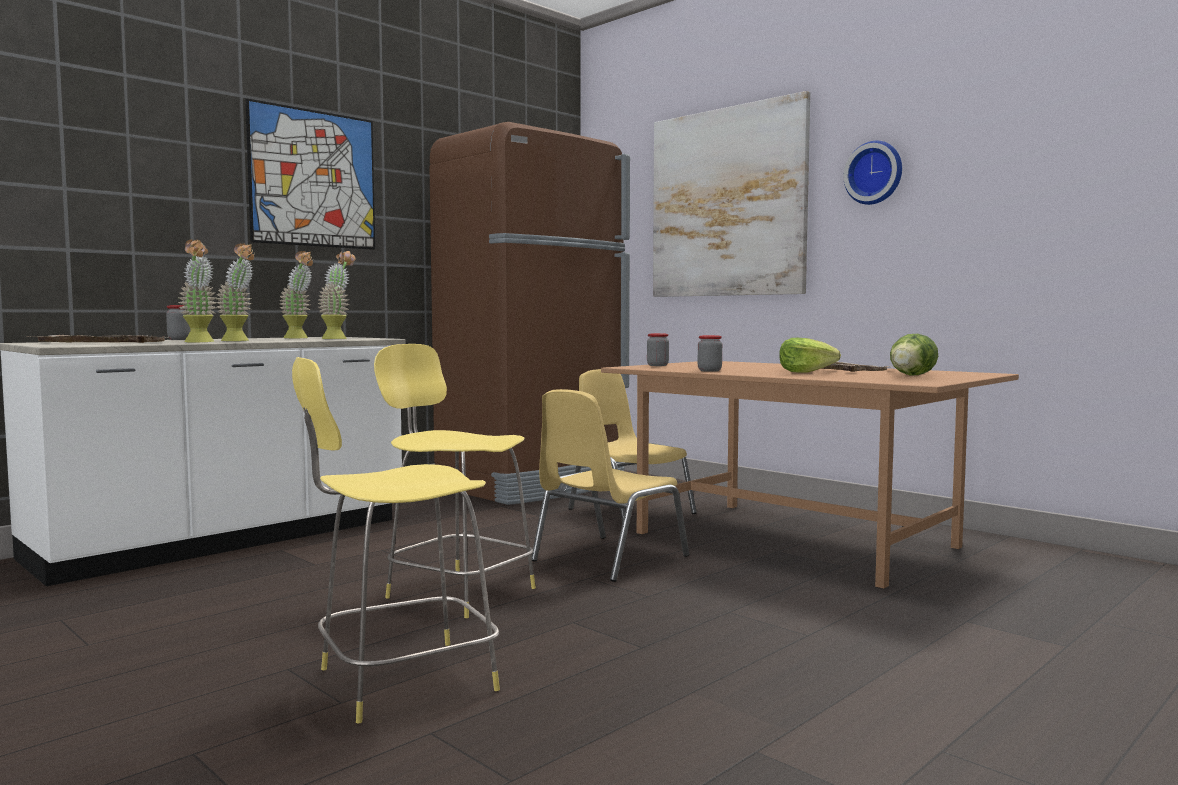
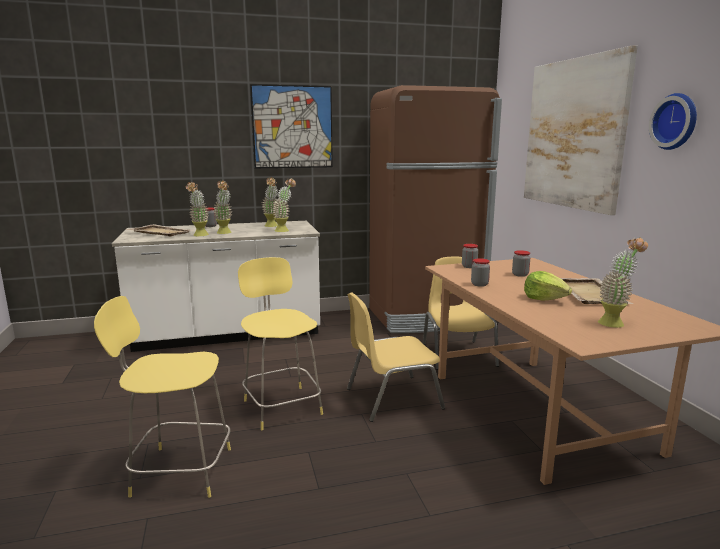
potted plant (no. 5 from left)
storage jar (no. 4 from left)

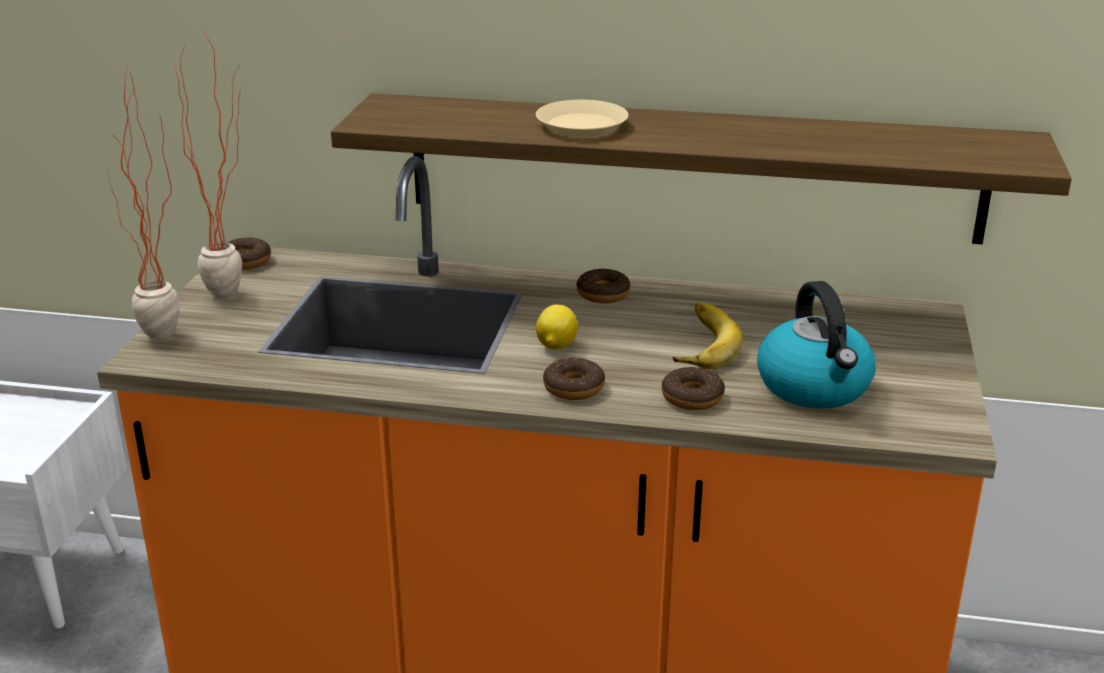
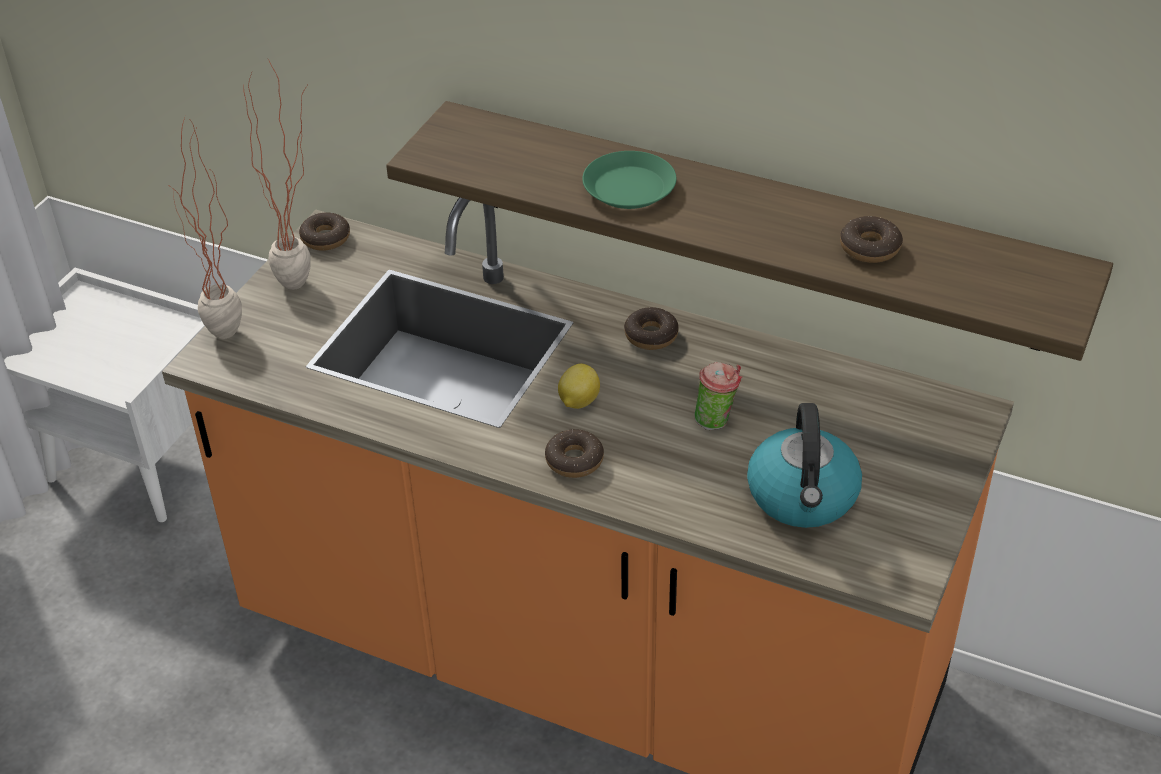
green flat dish
doughnut (no. 4 from left)
cup

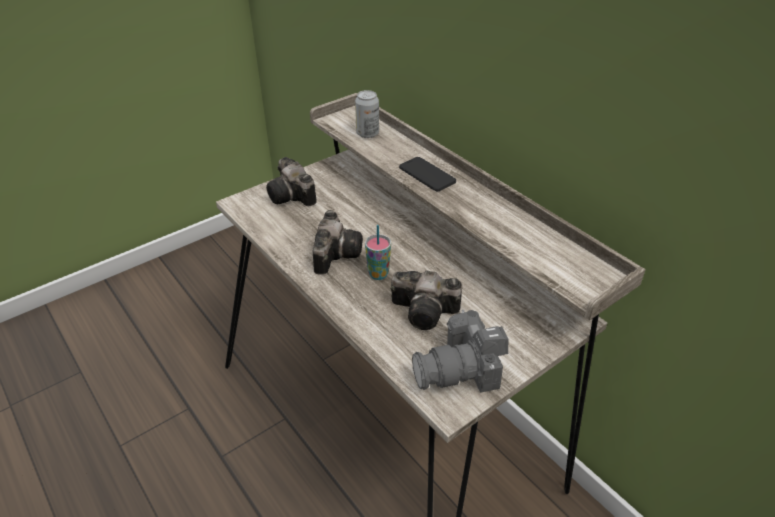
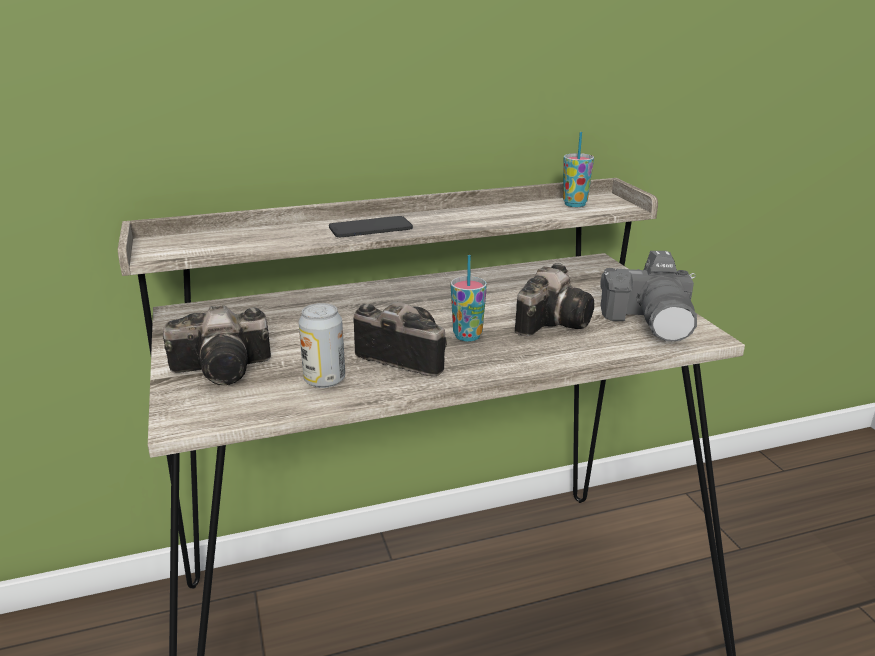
sealed can
cup (no. 2 from left)

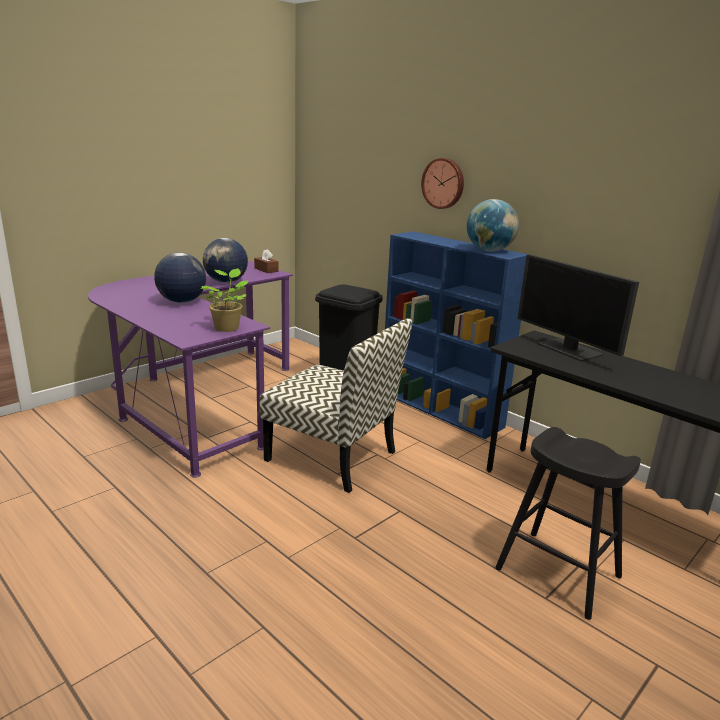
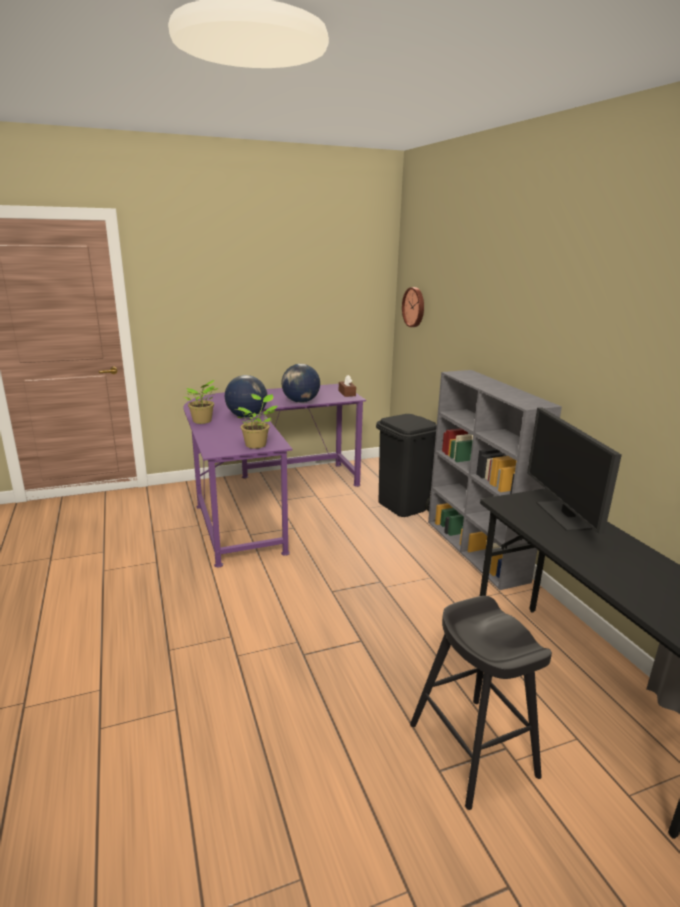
plain chair
grey bookcase
clock on the wall
desk globe (no. 3 from left in the first image)
potted plant (no. 1 from left)

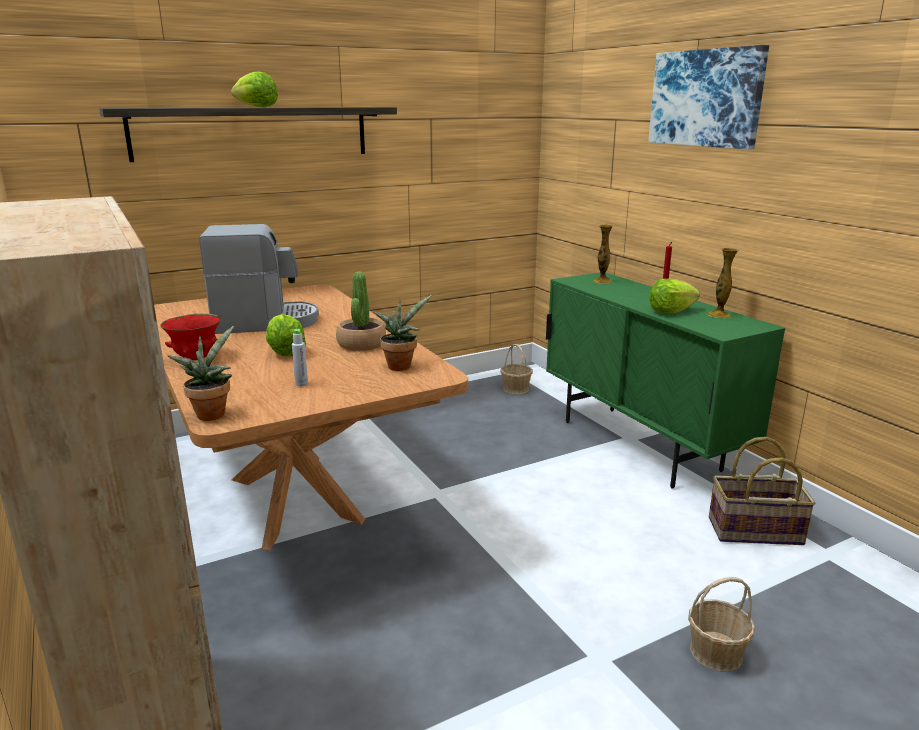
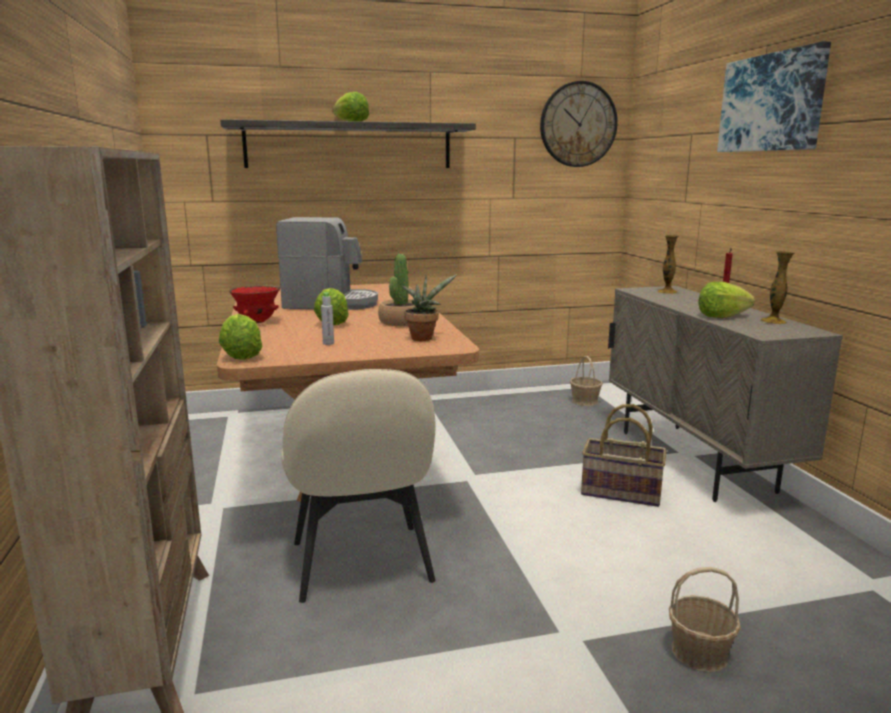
lettuce head (no. 1 from left)
beige-coloured cabinet
storage basket (no. 2 from left)
beige-coloured plain chair
clock on the wall

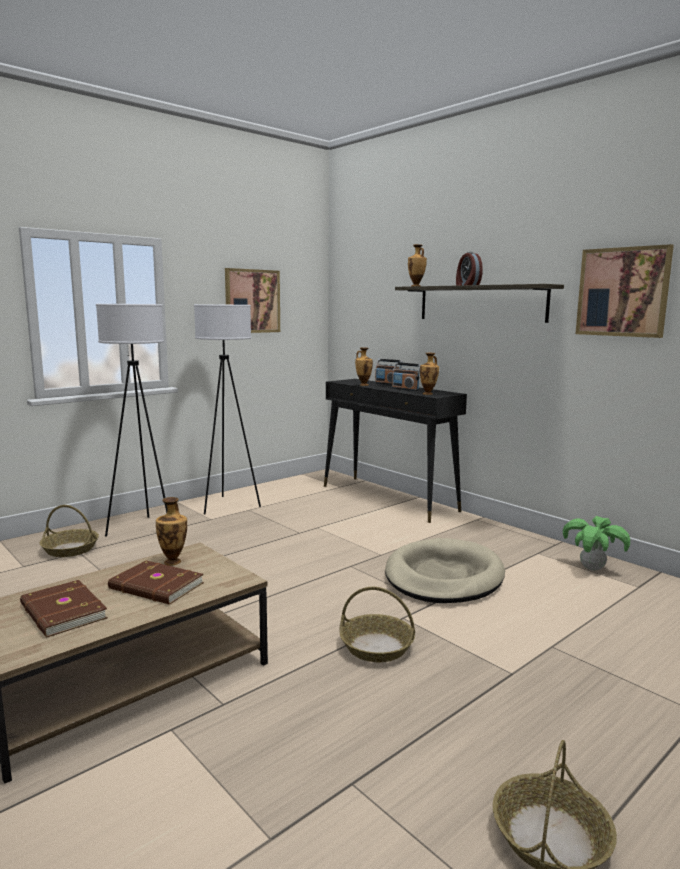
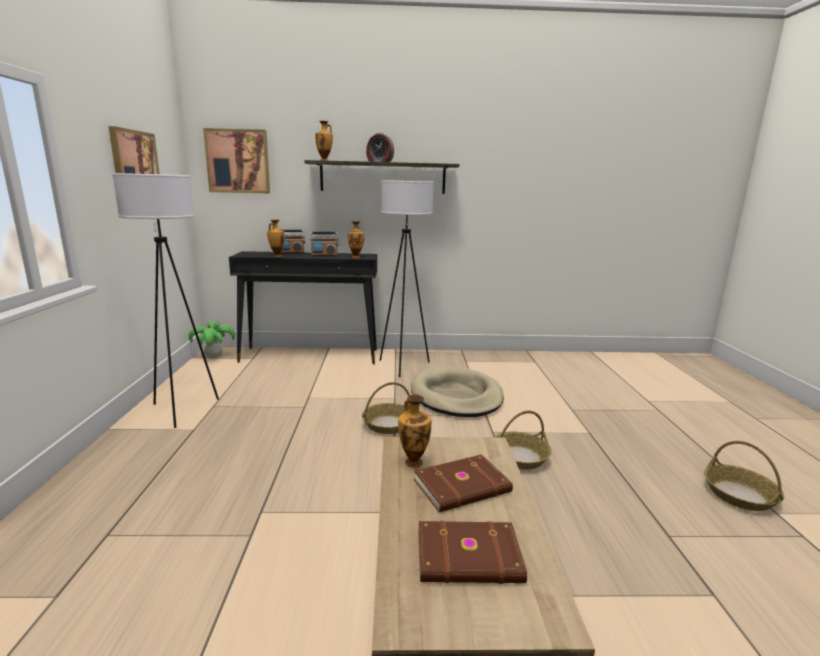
storage basket (no. 1 from left)
white-coloured standard lamp (no. 2 from left)
potted plant
wall picture (no. 2 from left)

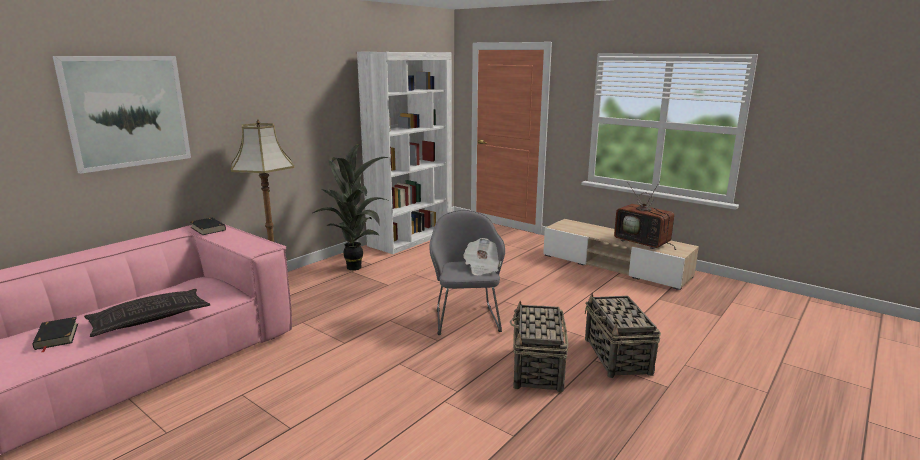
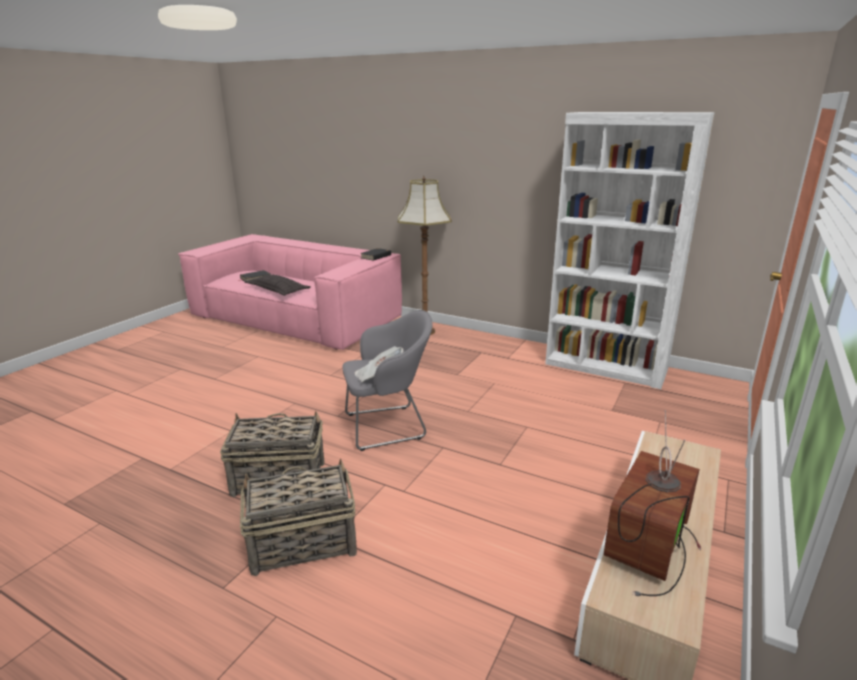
wall picture
potted plant

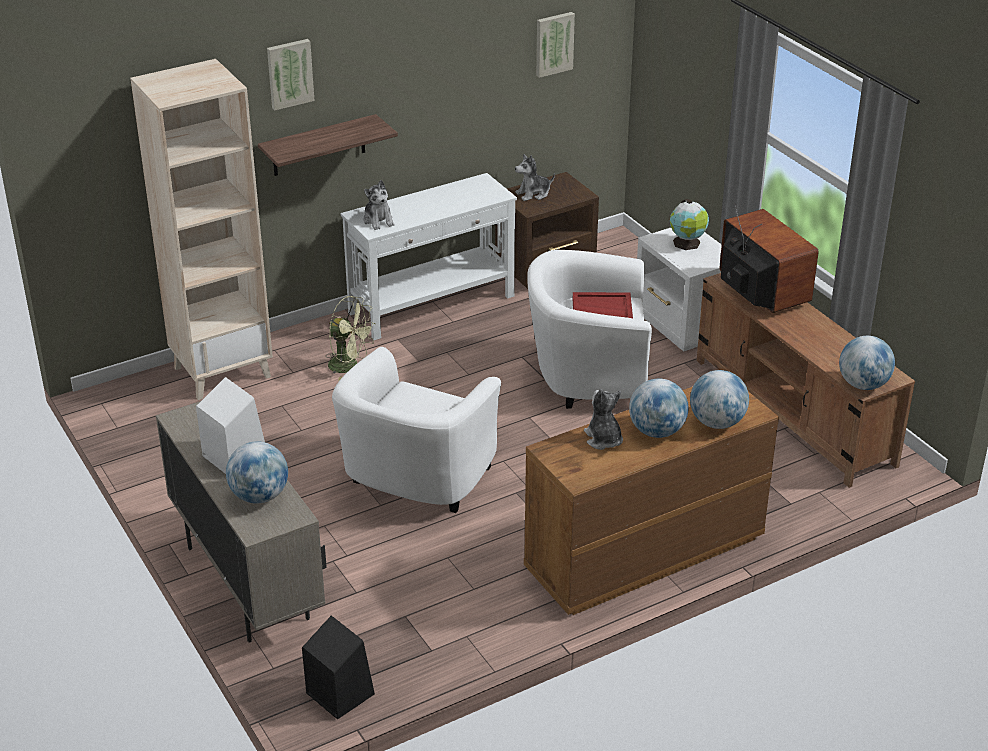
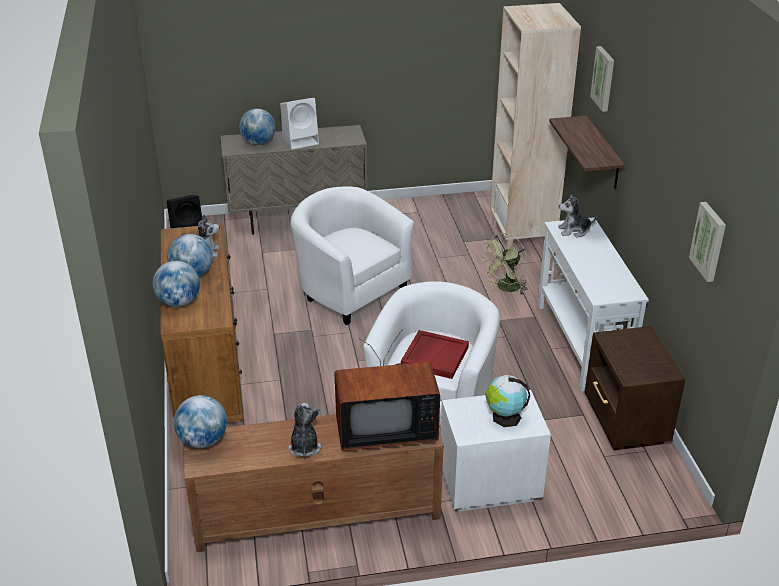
soft toy (no. 2 from left)

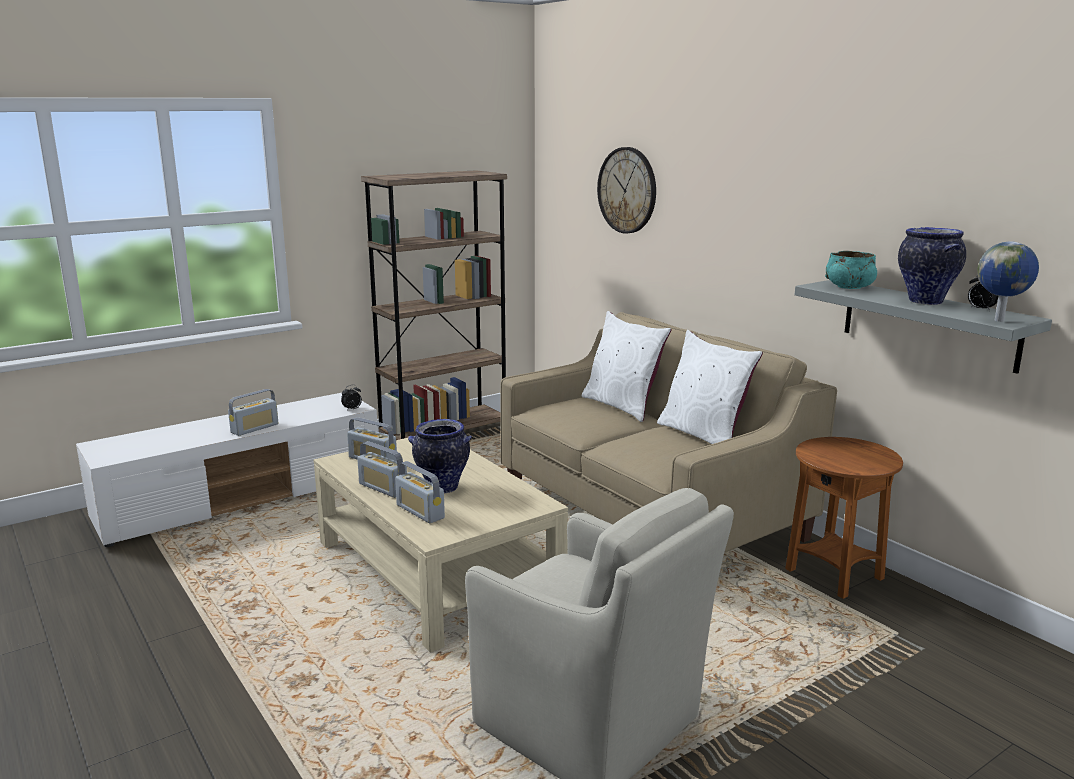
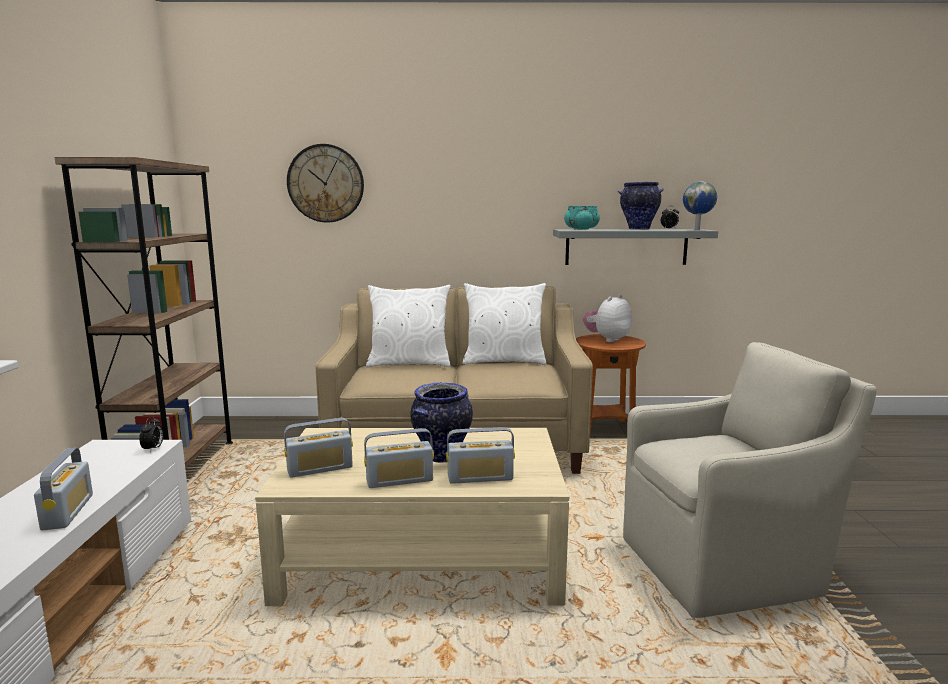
soft toy

